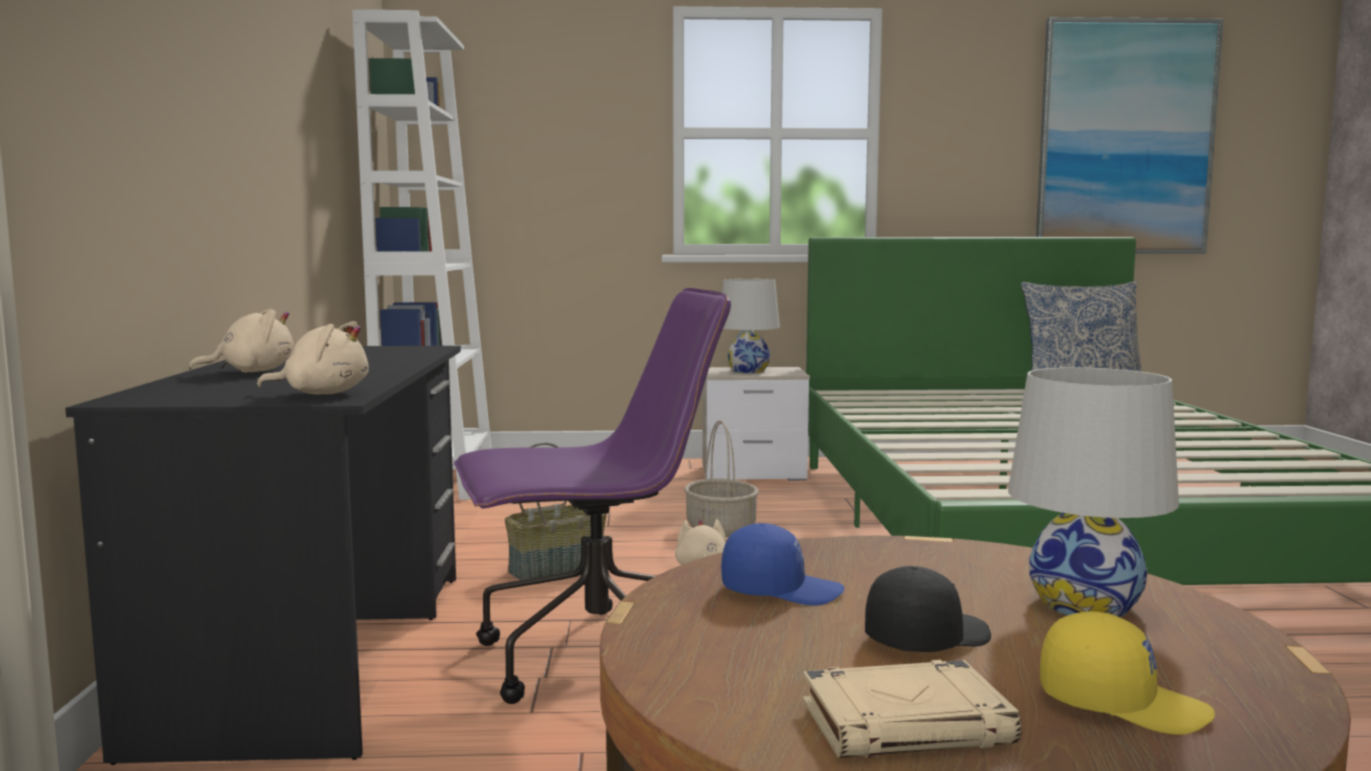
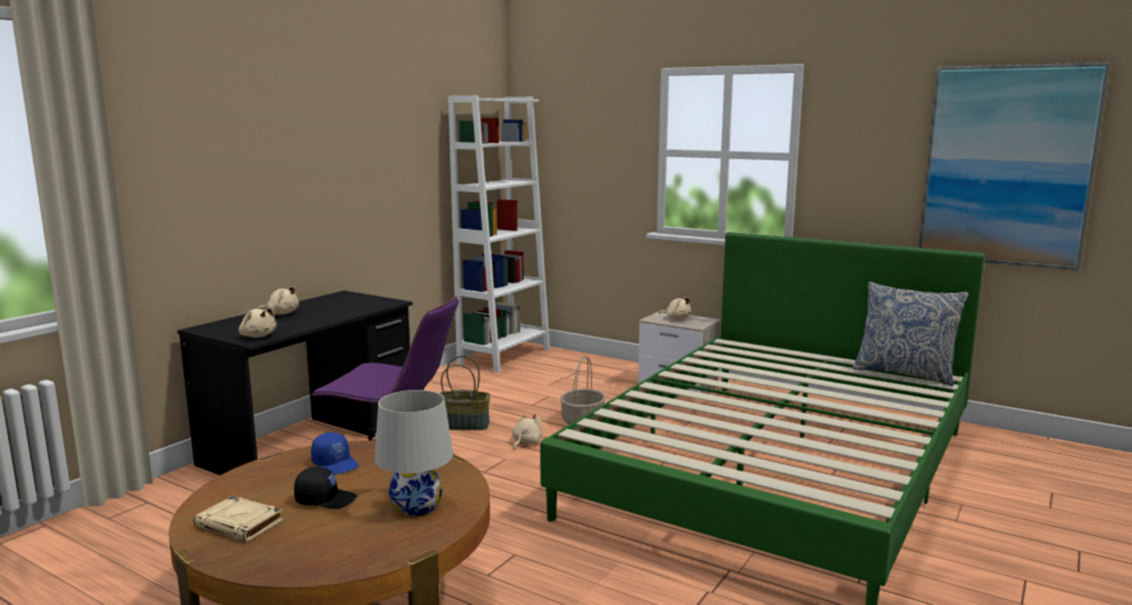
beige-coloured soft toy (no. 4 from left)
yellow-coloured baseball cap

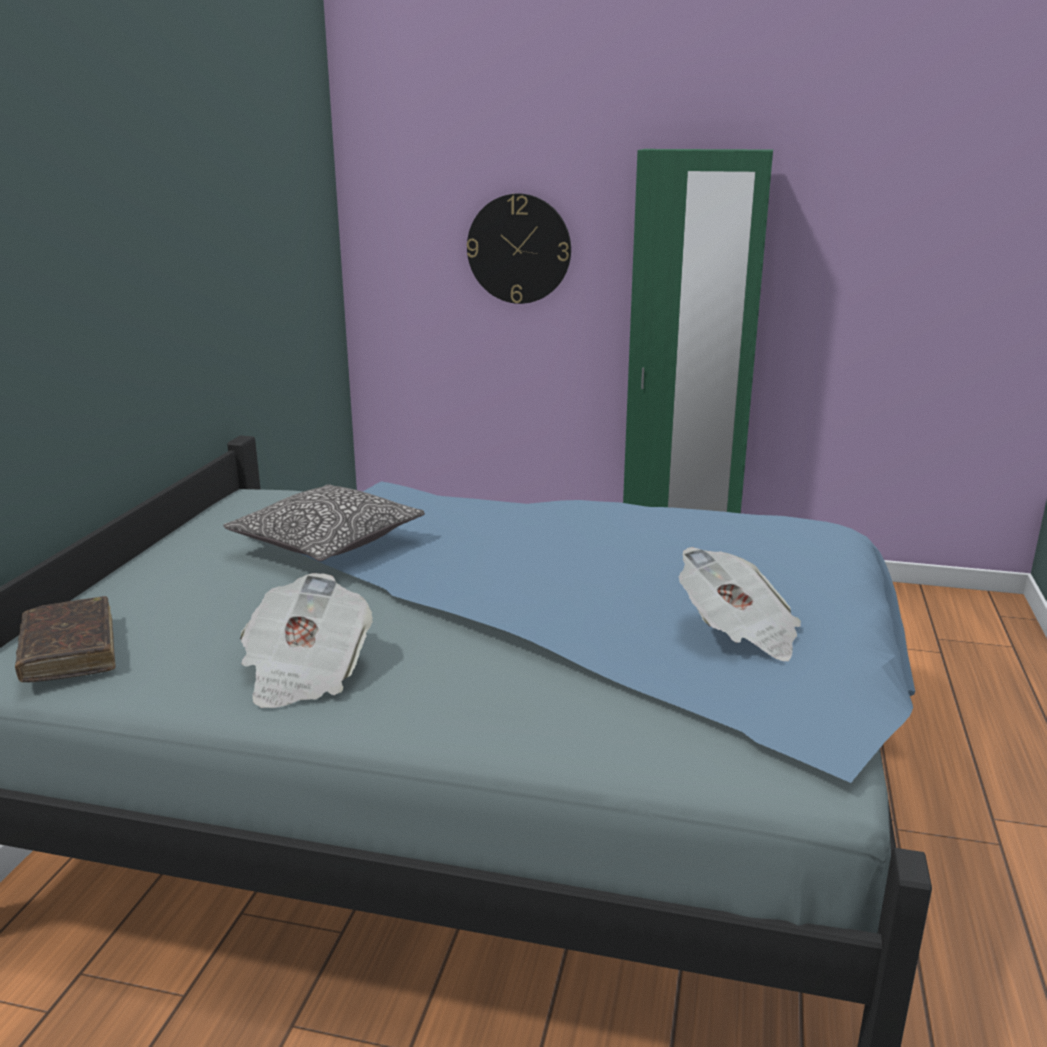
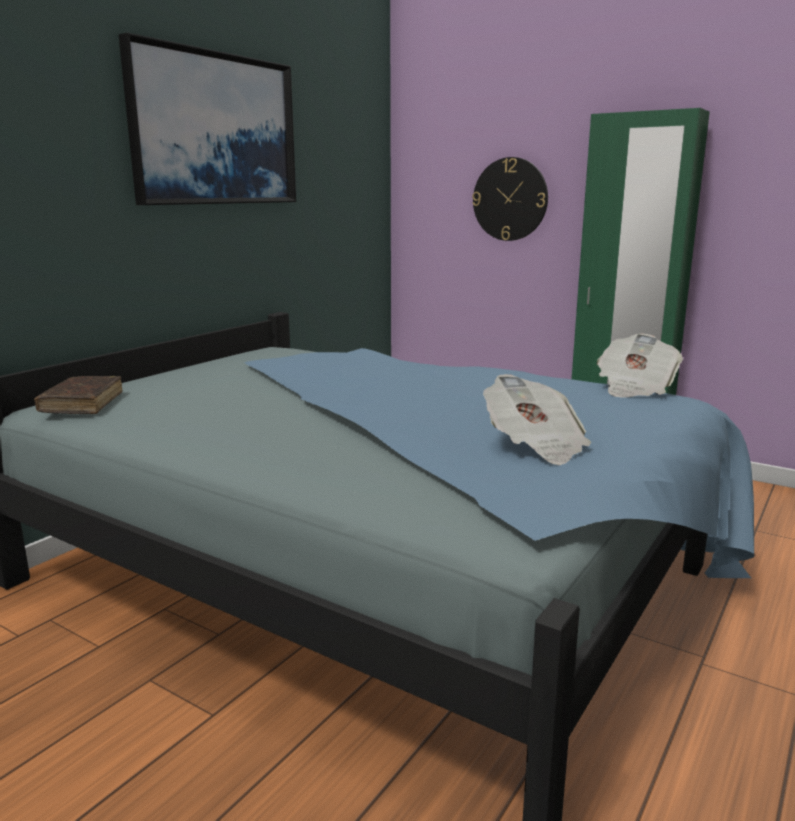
pillow
printed paper (no. 2 from left)
wall picture

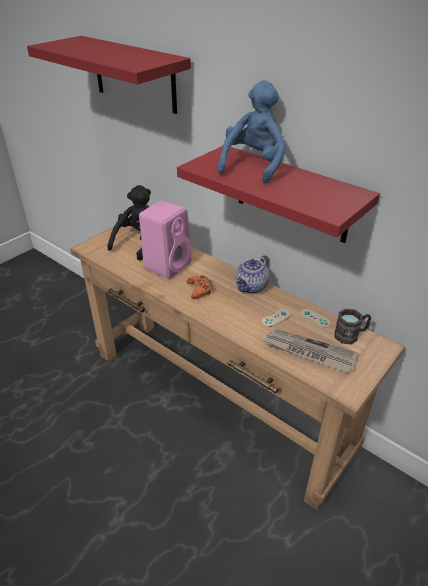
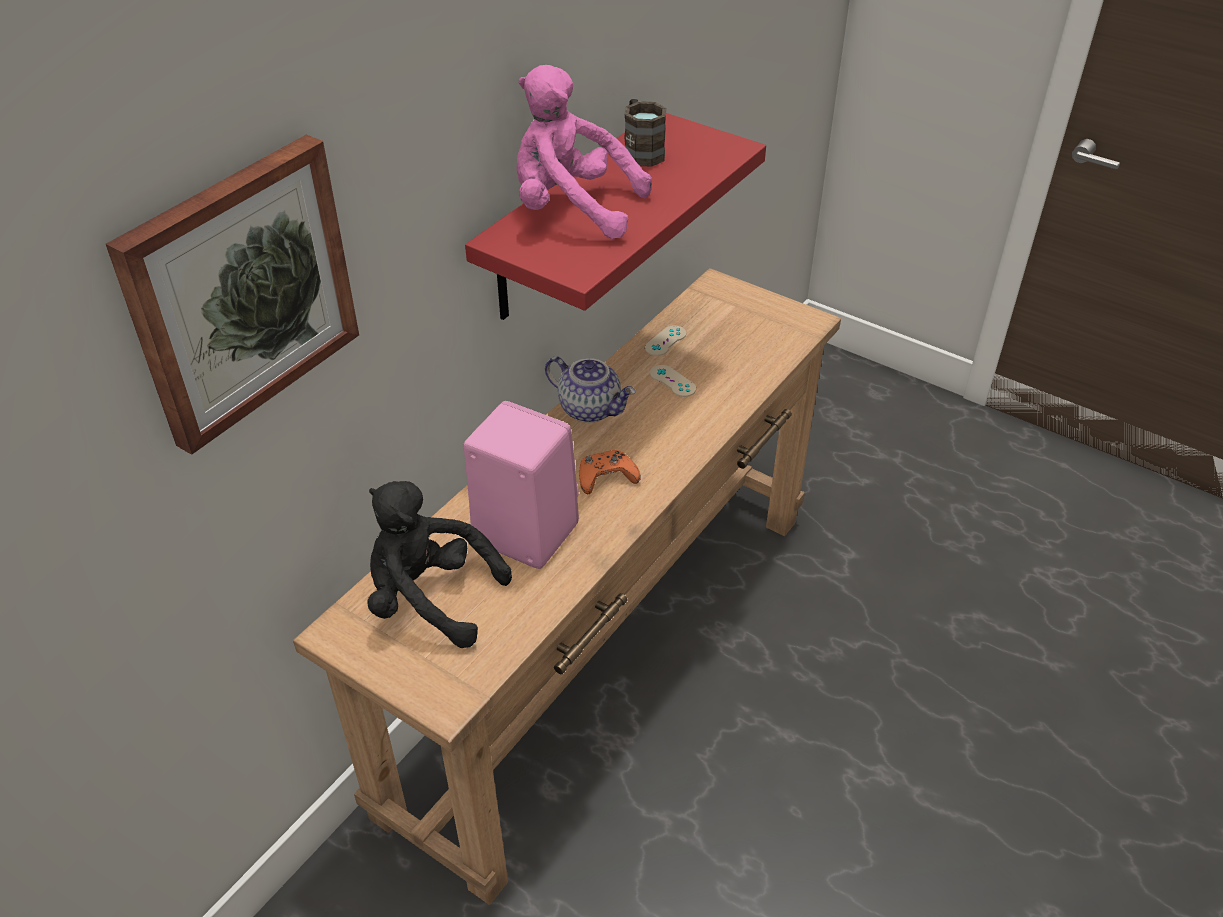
wall picture
pink-coloured soft toy
printed paper
brown-coloured tea mug

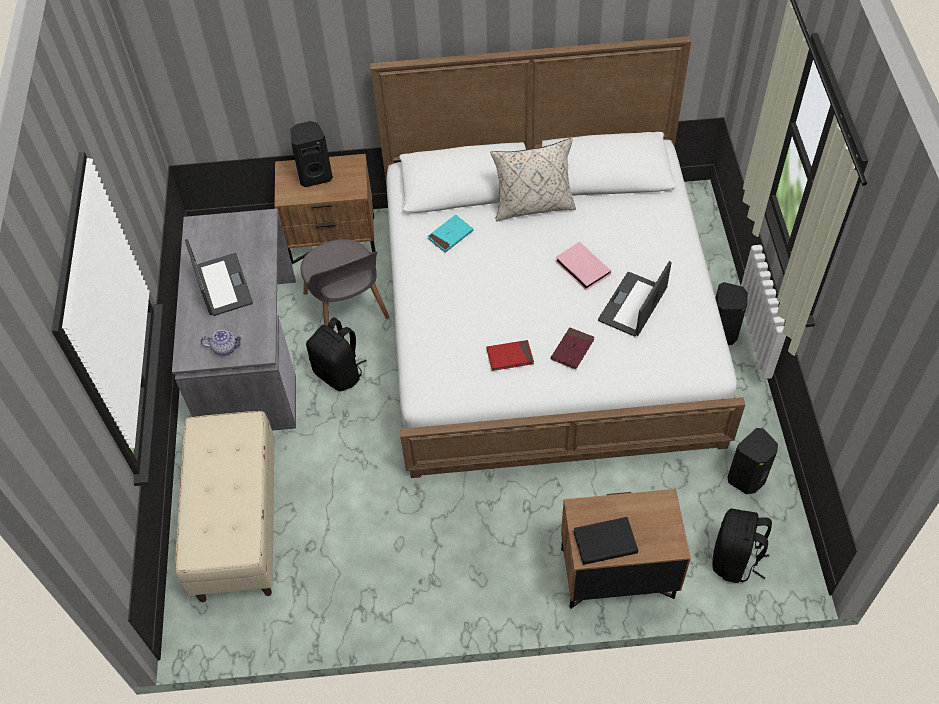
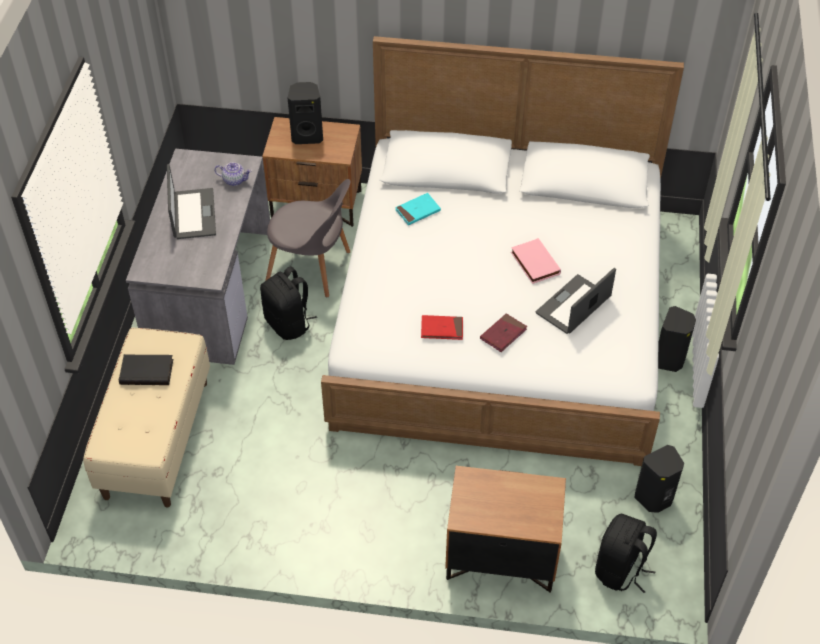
pot for tea
grey plain chair
beige-coloured pillow
blackish volume

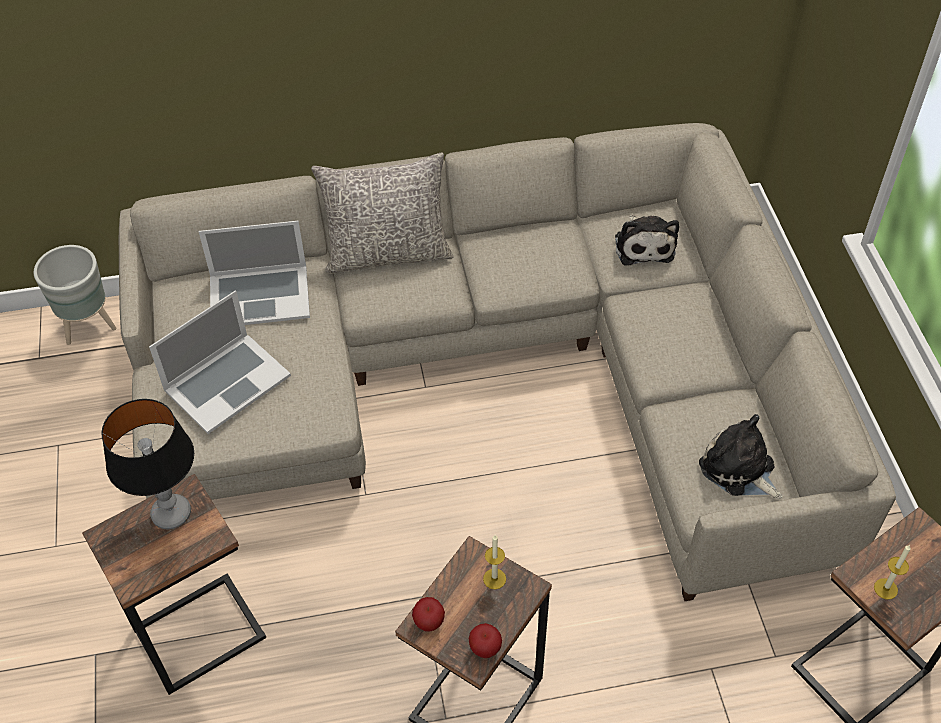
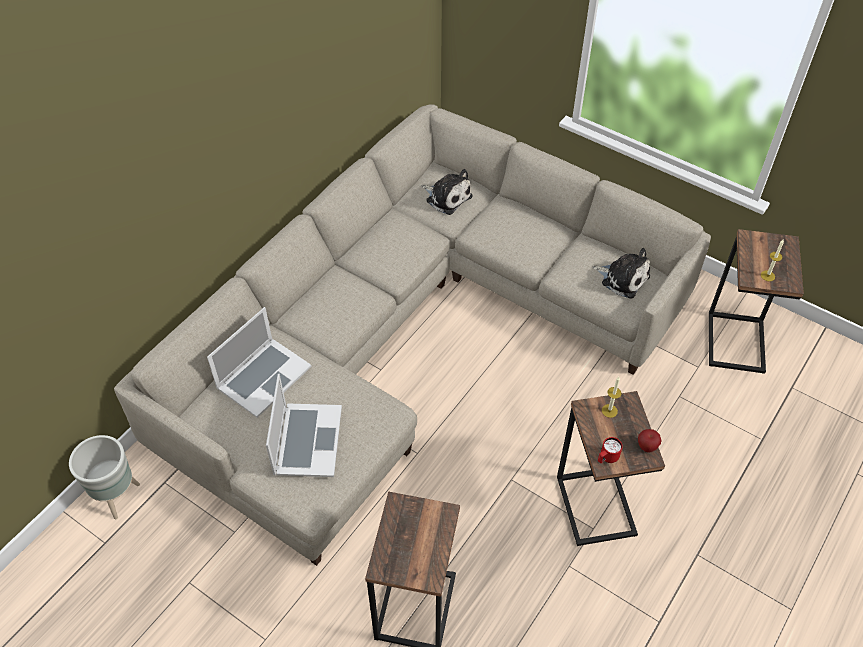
table lamp
grey pillow
reddish tea mug
soft toy (no. 2 from left)

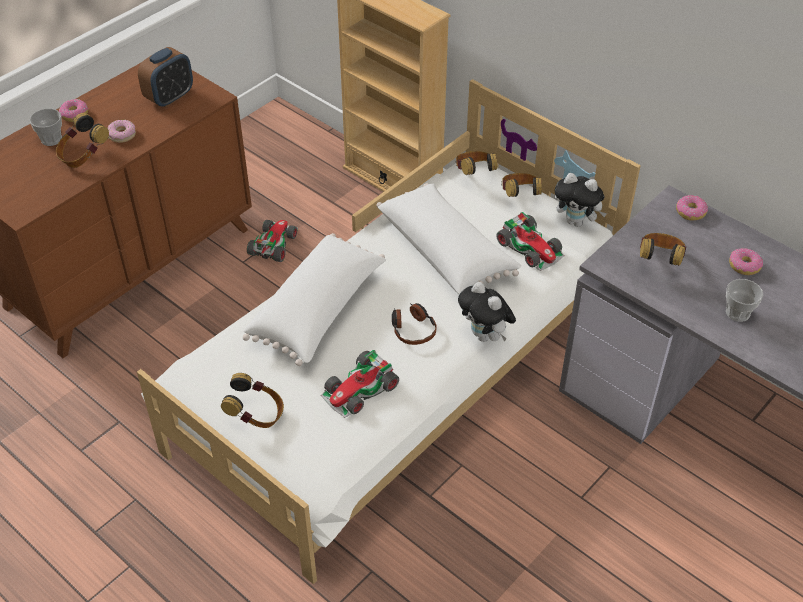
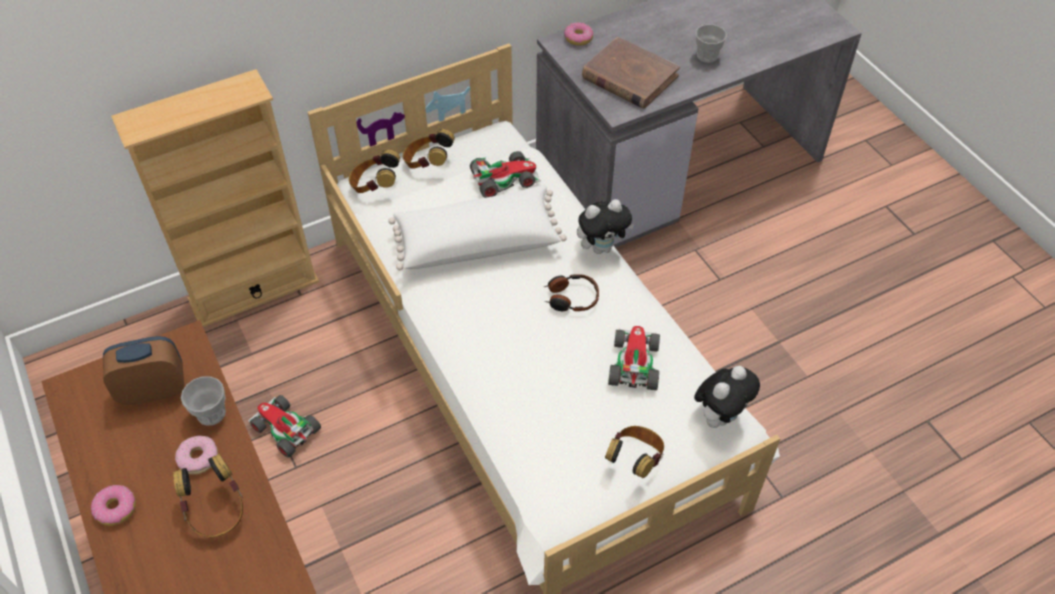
cup (no. 1 from left)
alarm clock
white-coloured pillow (no. 1 from left in the first image)
toy car (no. 3 from left)
soft toy (no. 2 from left)
brown-coloured volume
doughnut (no. 4 from left in the first image)

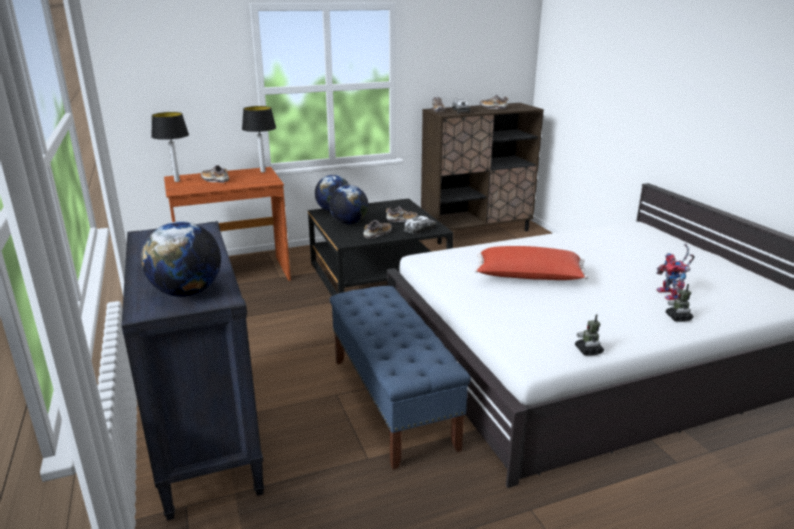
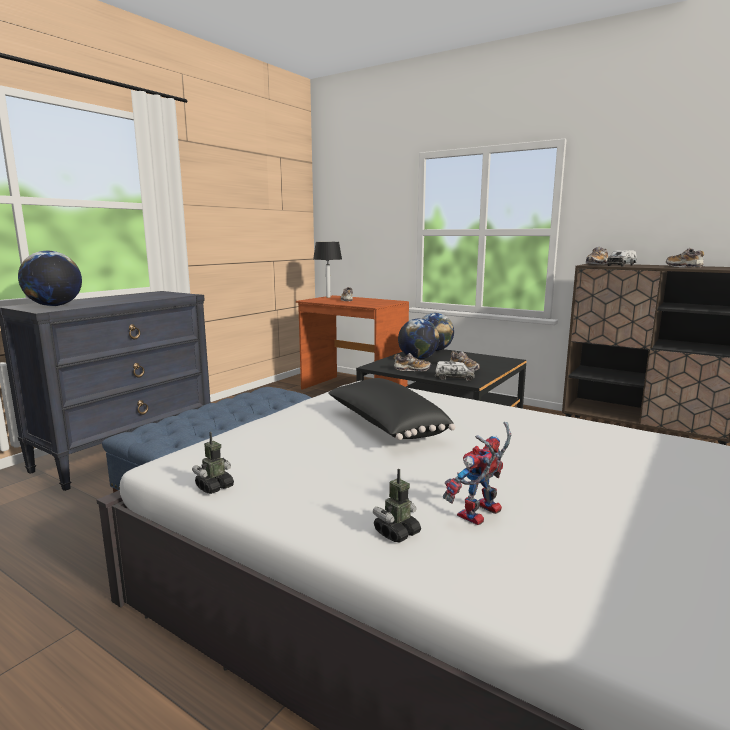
table lamp (no. 2 from left in the first image)
blackish pillow

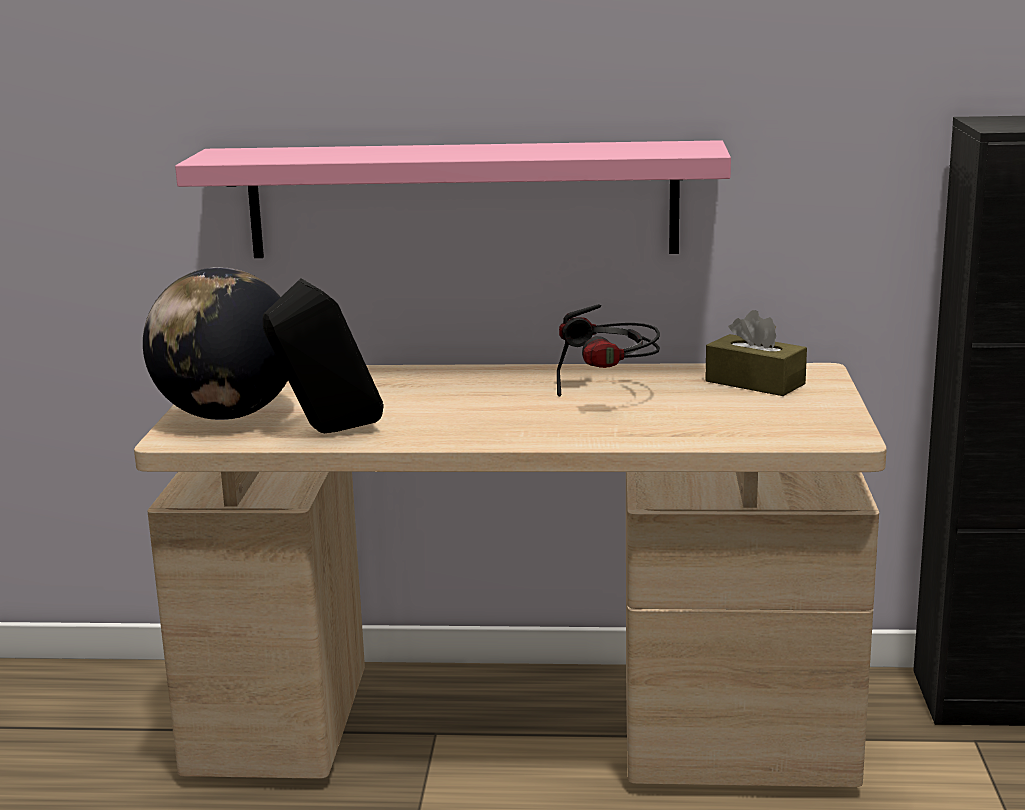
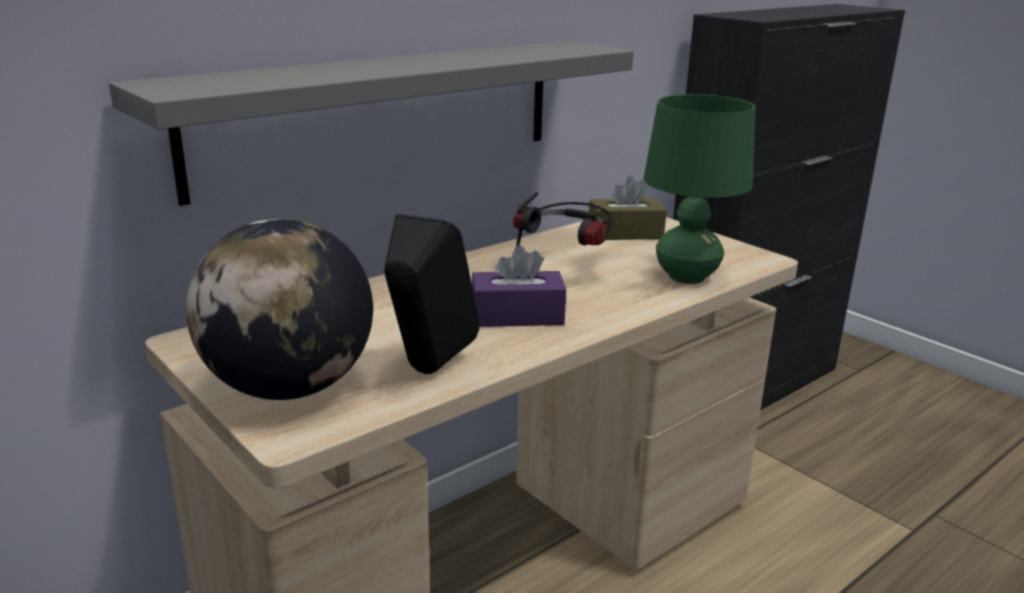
grey wall shelf
purple tissue holder
green table lamp

